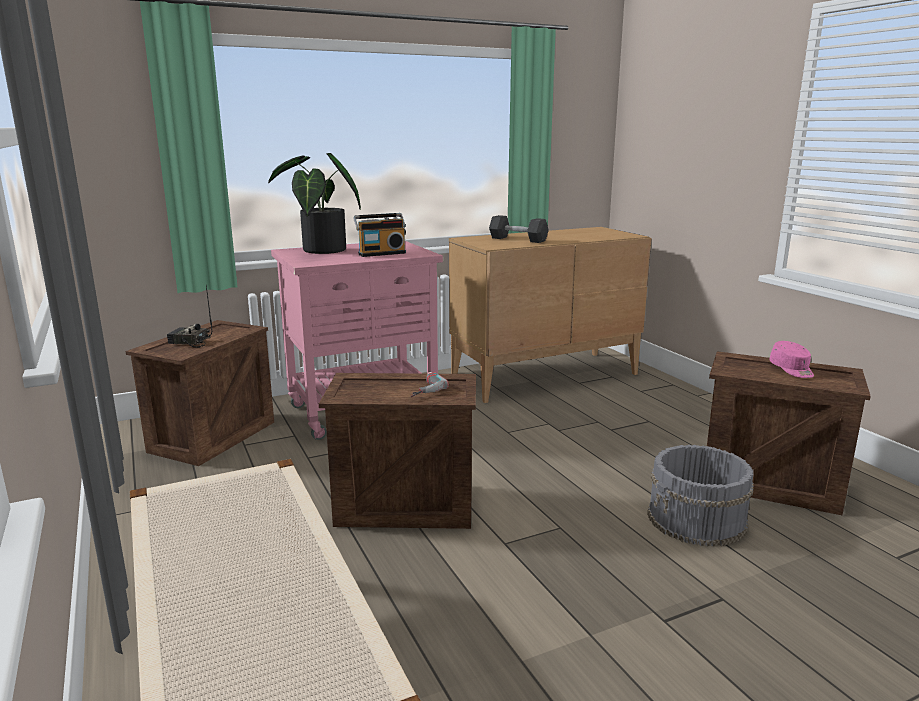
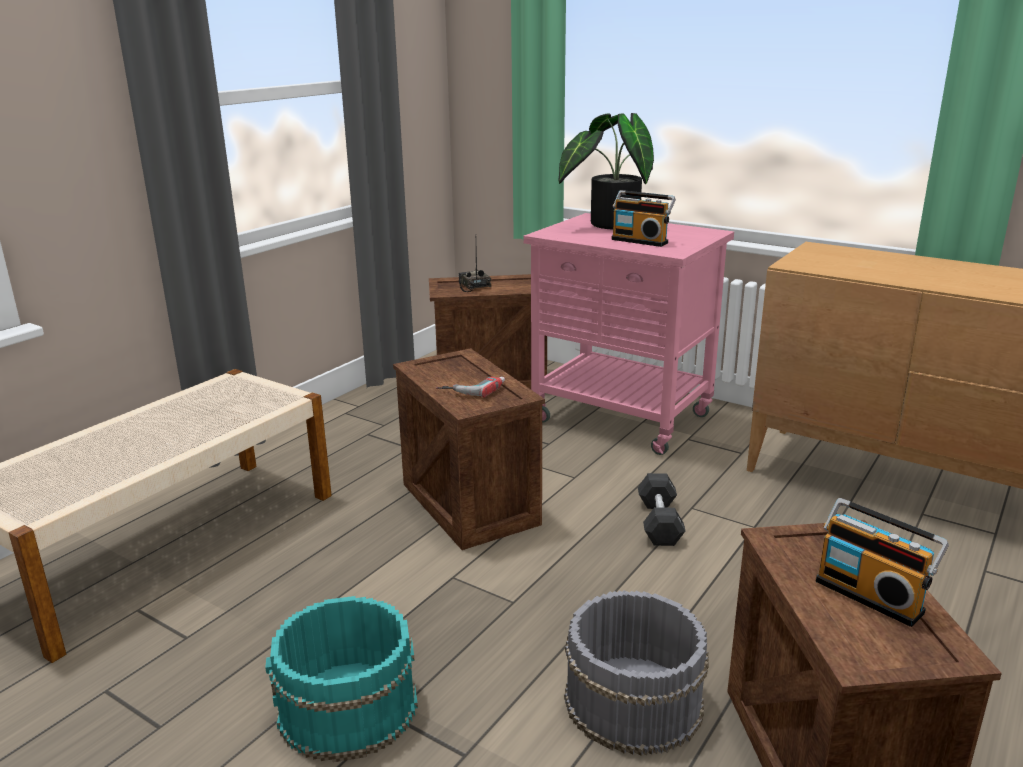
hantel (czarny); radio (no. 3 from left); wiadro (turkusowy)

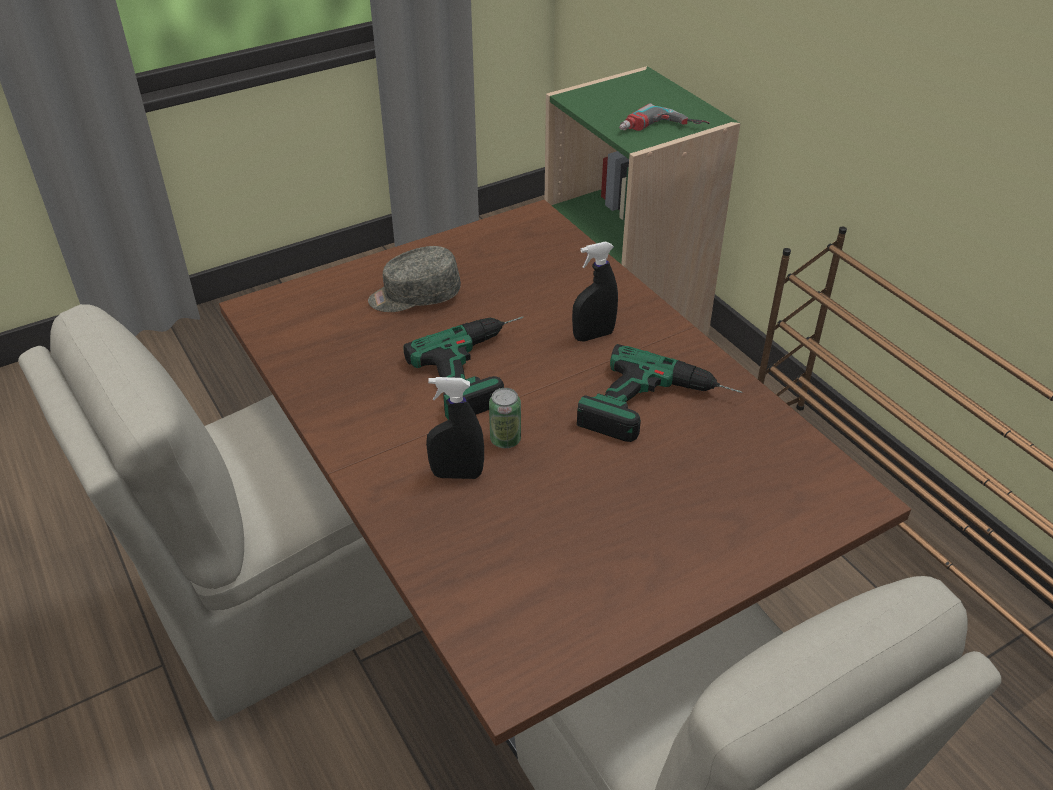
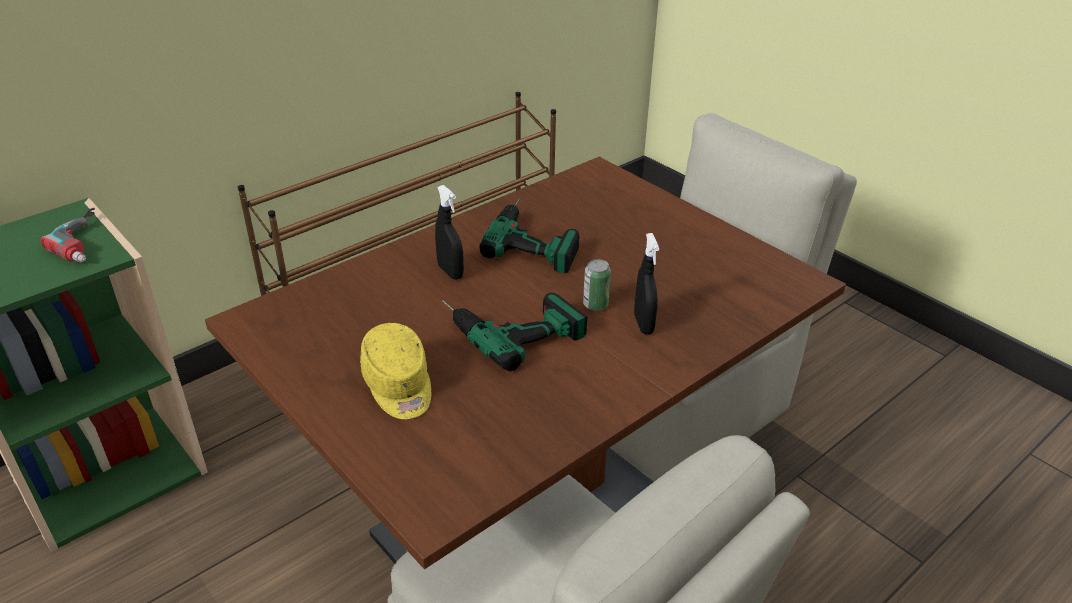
czapka z daszkiem (żółty)

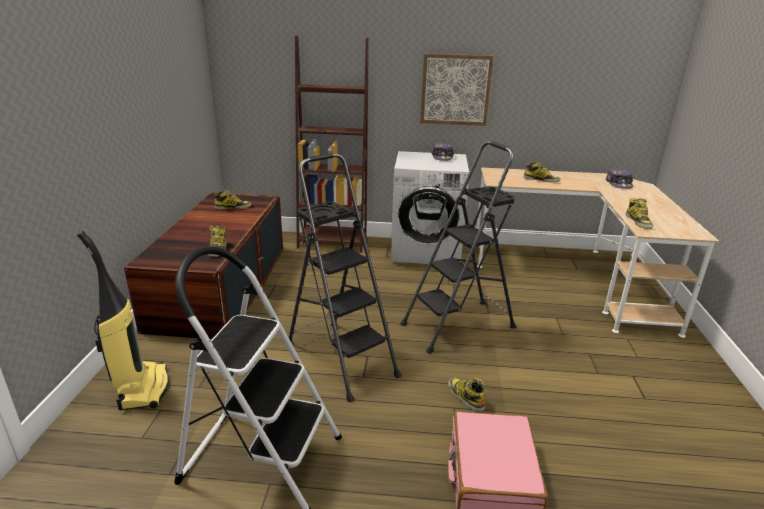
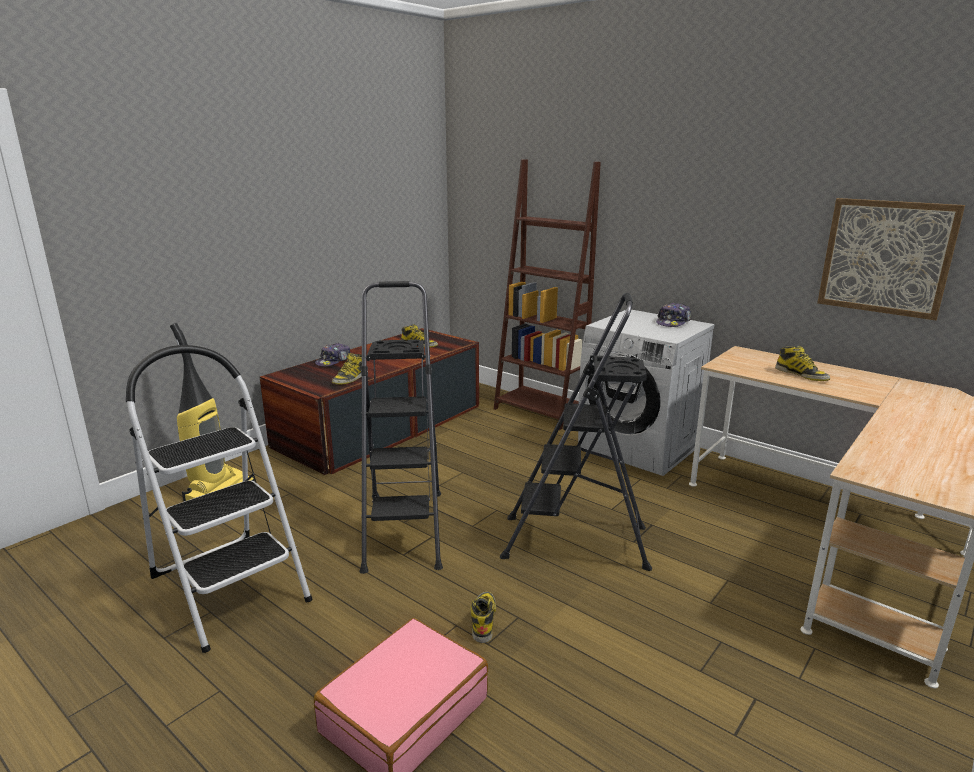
obraz; czapka z daszkiem (no. 1 from left); but z cholewką (no. 5 from left in the first image)

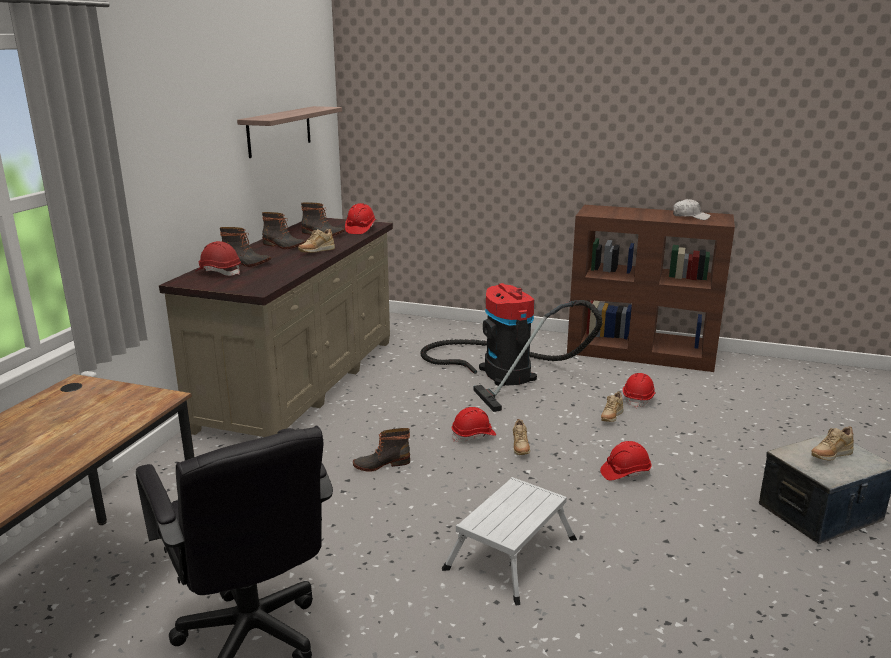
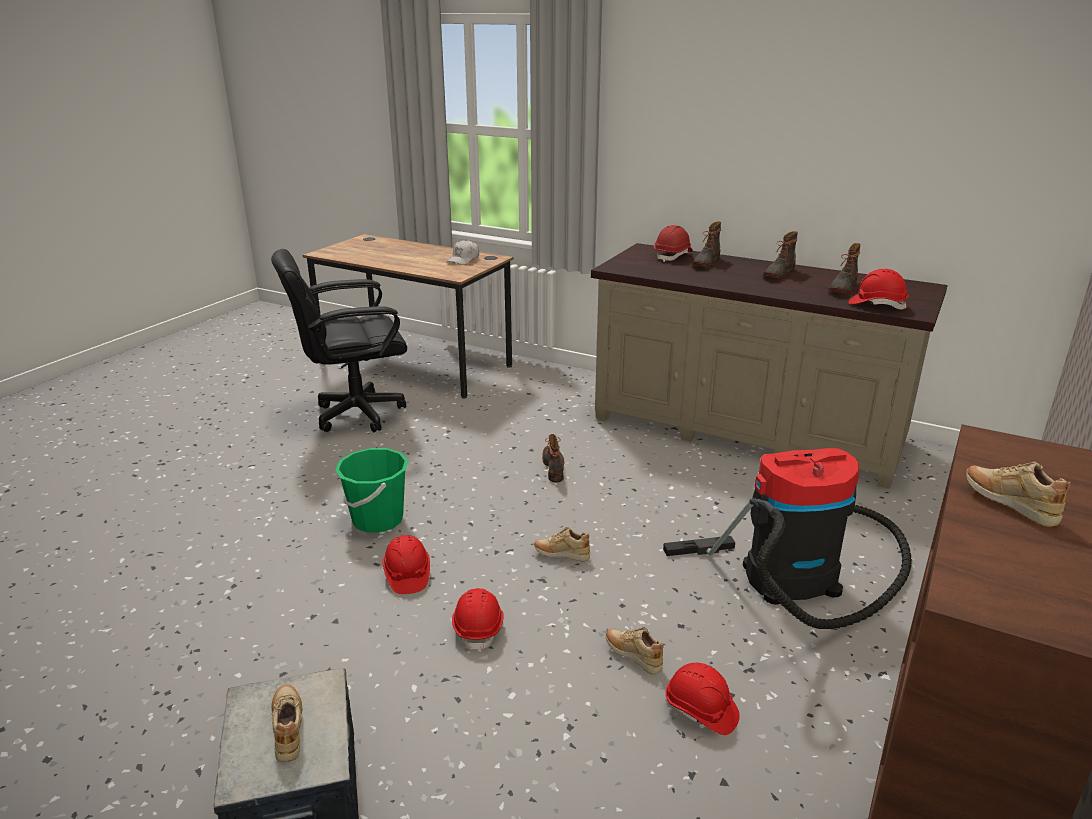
półka; but (beżowy) (no. 4 from left); wiadro (zielony); kask (czerwony) (no. 1 from left); czapka z daszkiem (biały)

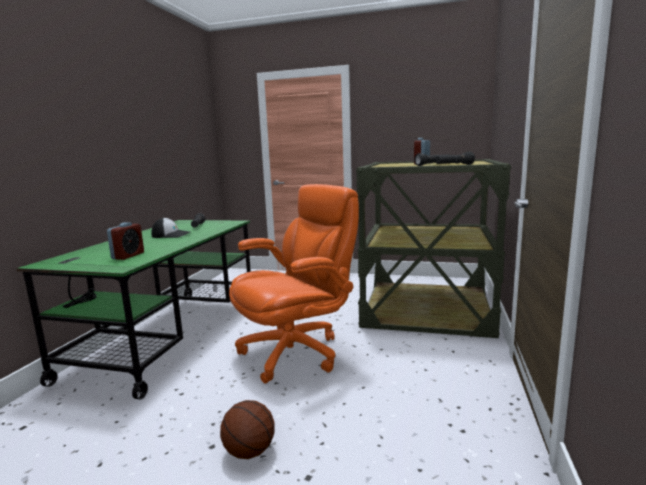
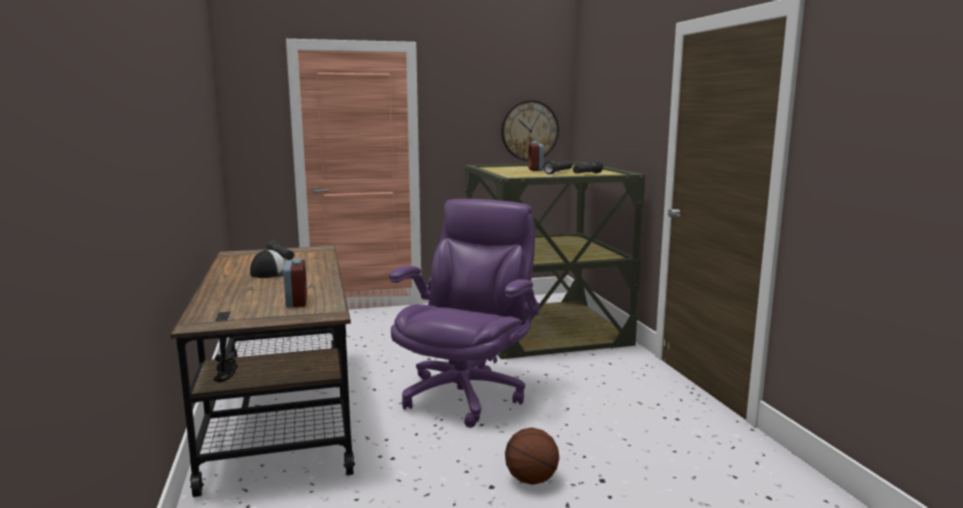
biurko (brązowy); krzesło biurowe (fioletowy); zegar ścienny

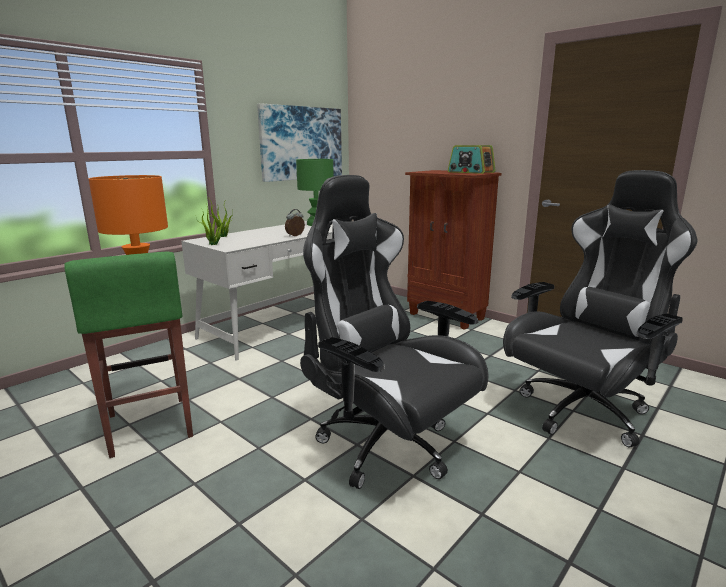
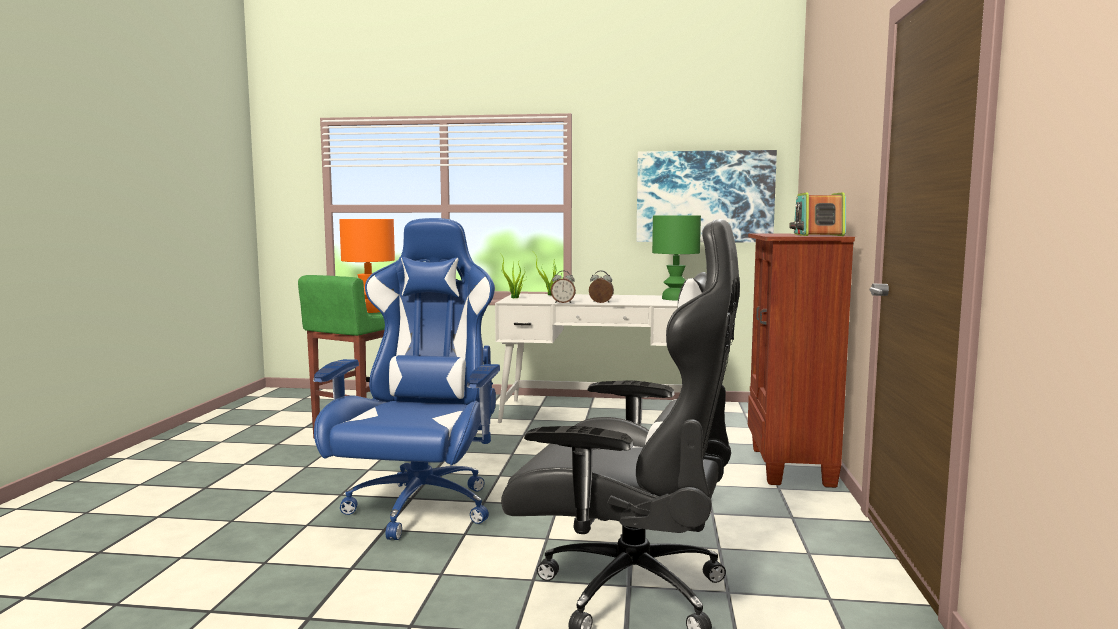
krzesło biurowe (niebieski); budzik (no. 1 from left)

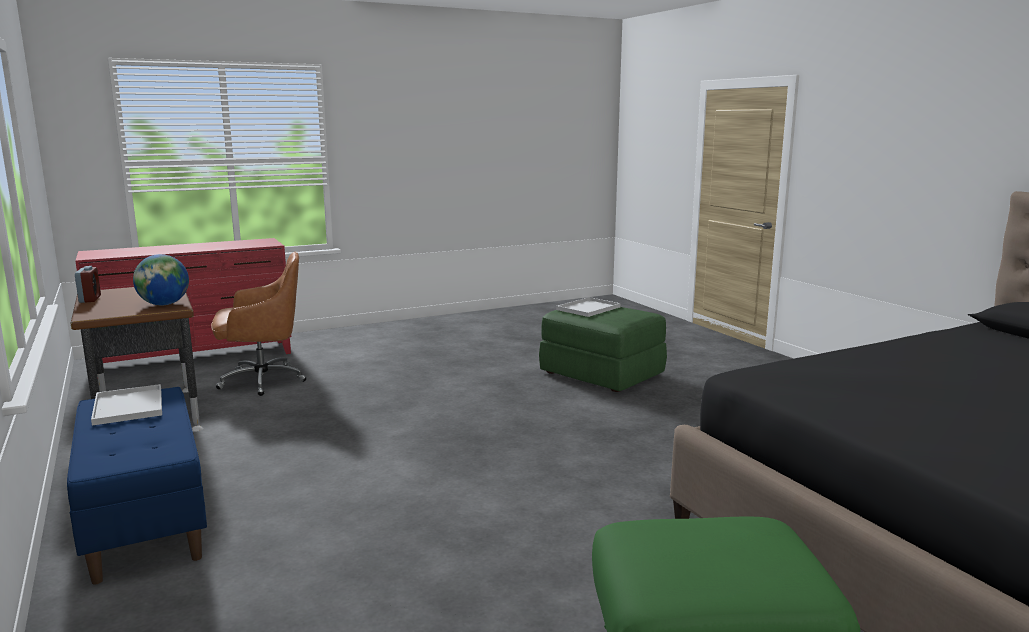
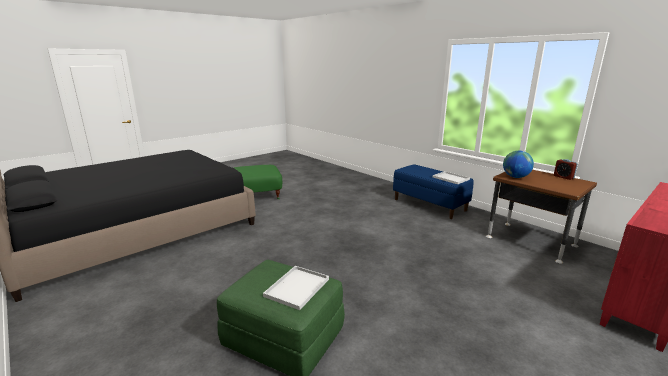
krzesło biurowe (brązowy)

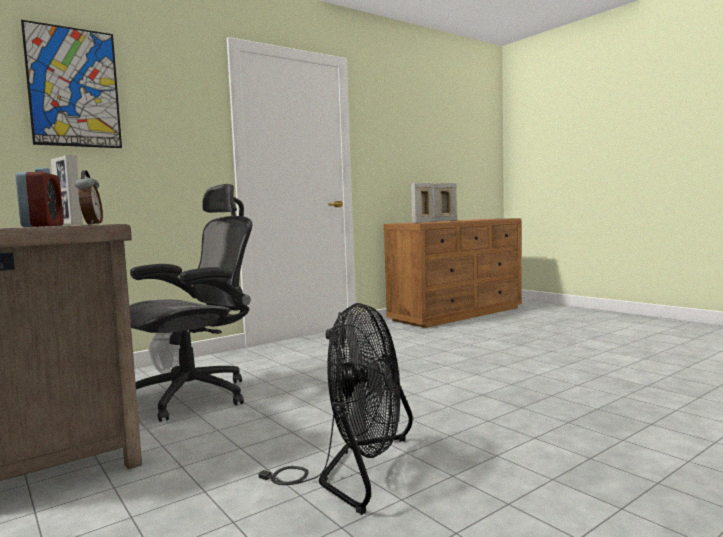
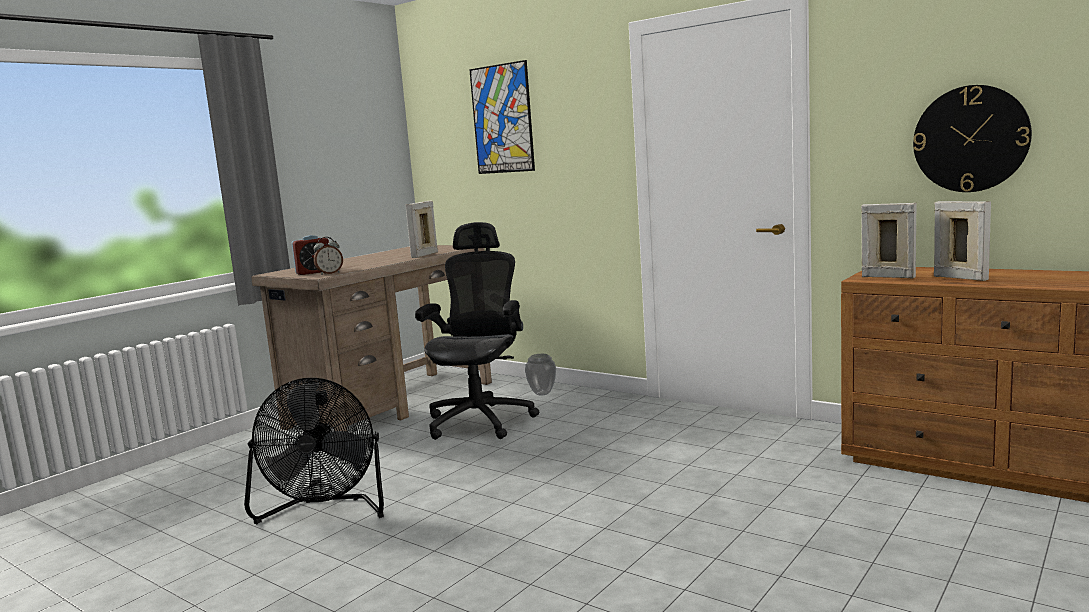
krzesło biurowe; zegar ścienny

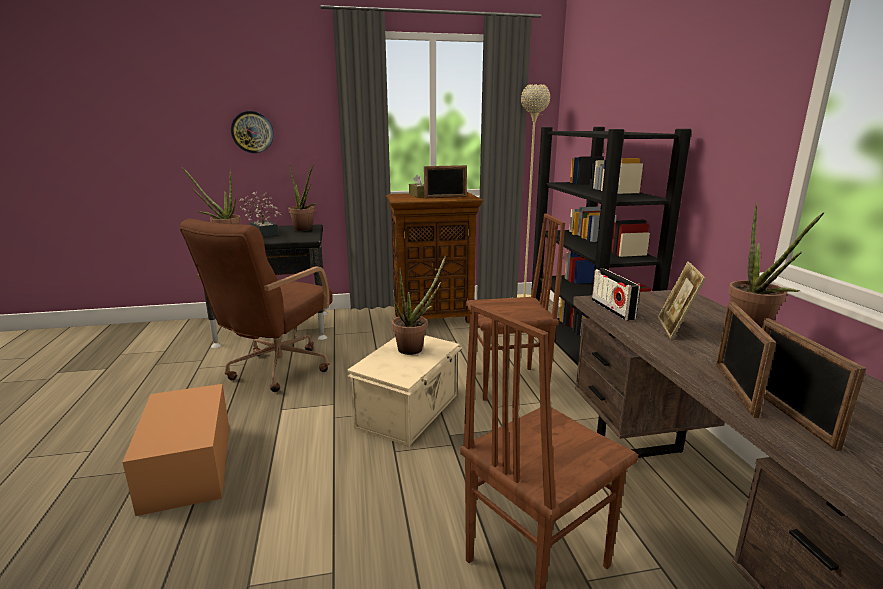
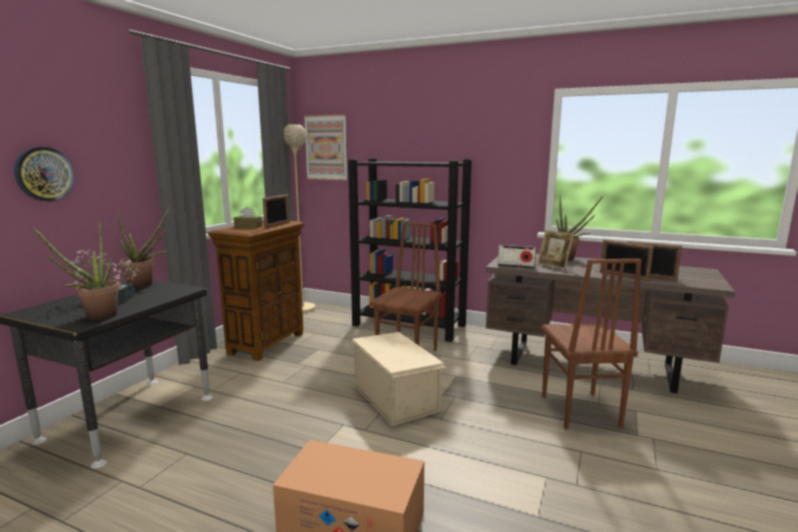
krzesło biurowe (brązowy); roślina doniczkowa (no. 4 from left in the first image); obraz

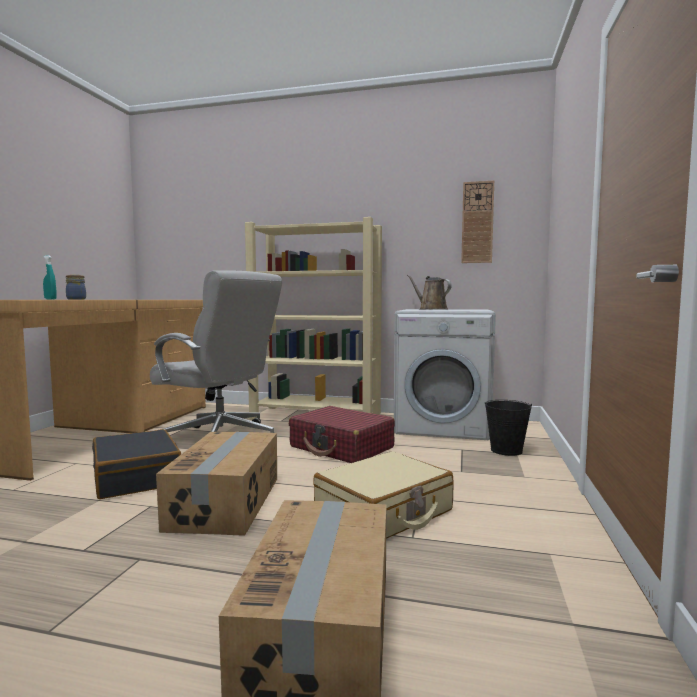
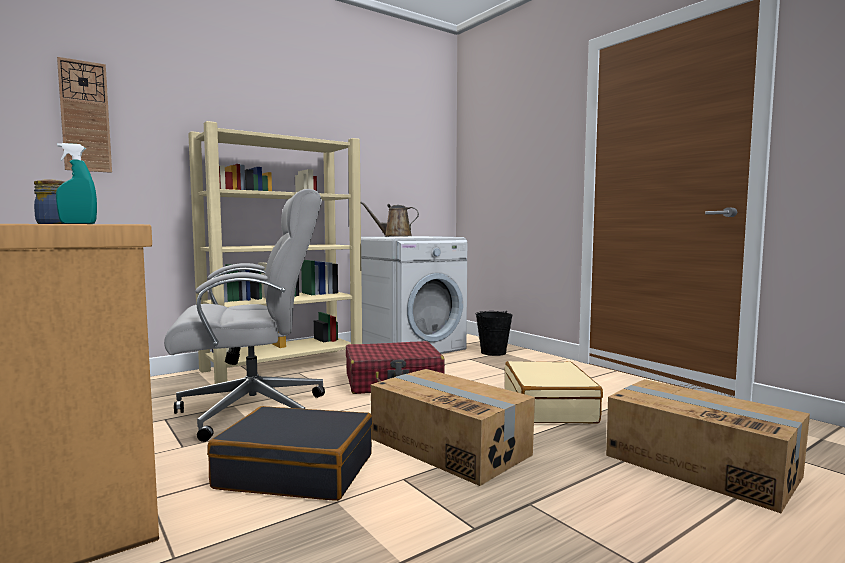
zegar ścienny

